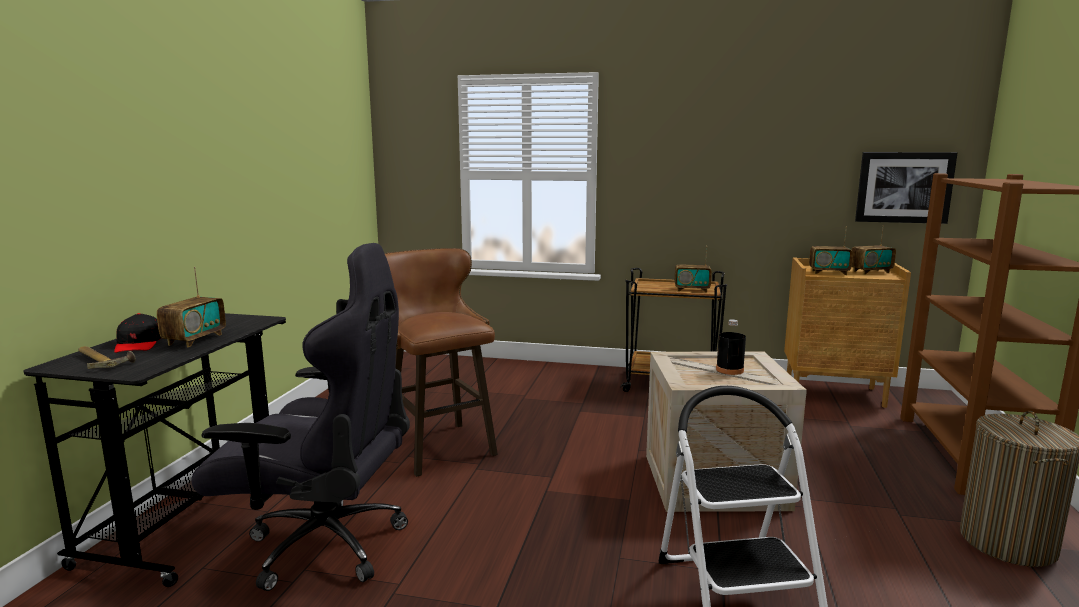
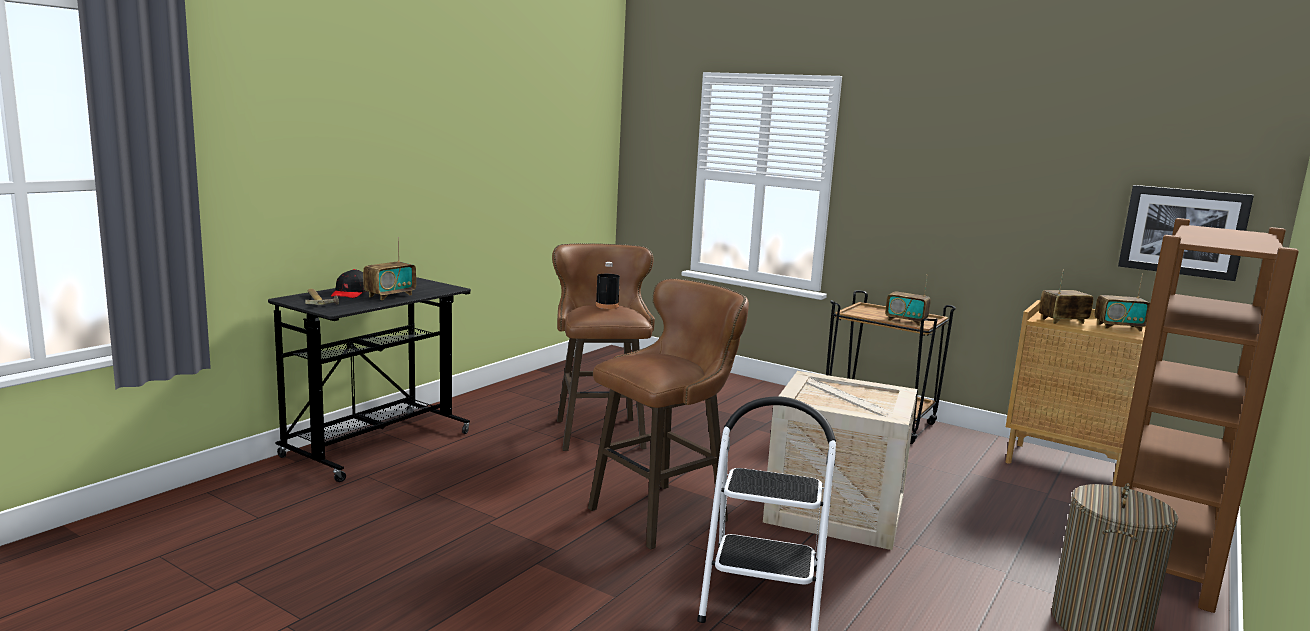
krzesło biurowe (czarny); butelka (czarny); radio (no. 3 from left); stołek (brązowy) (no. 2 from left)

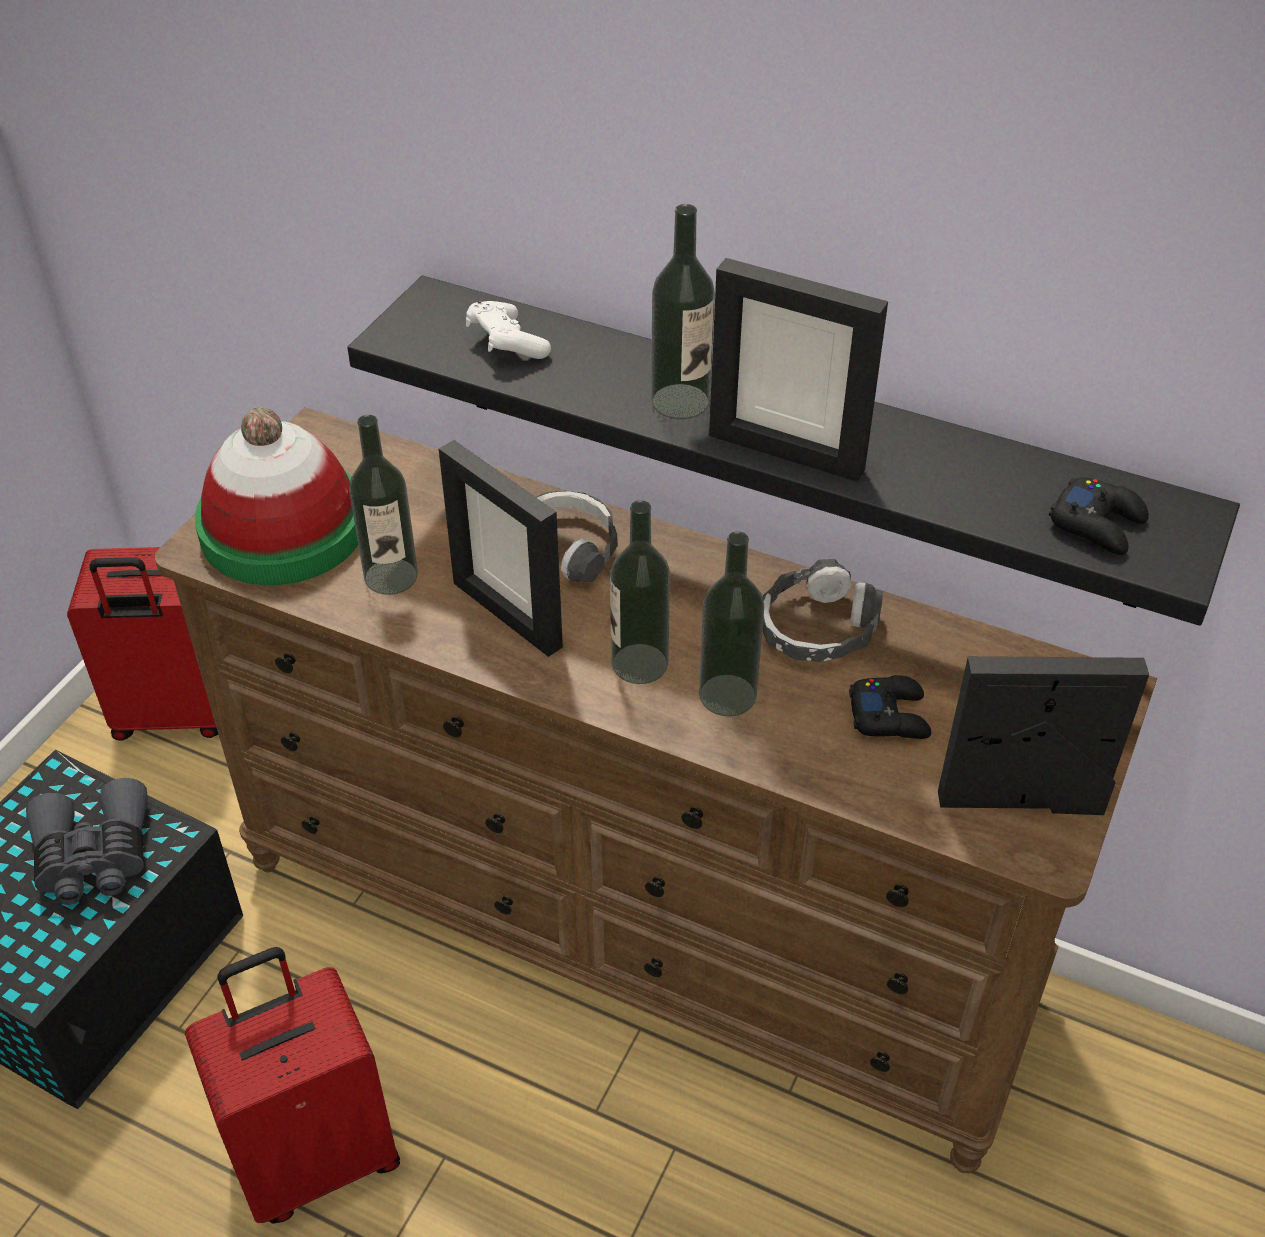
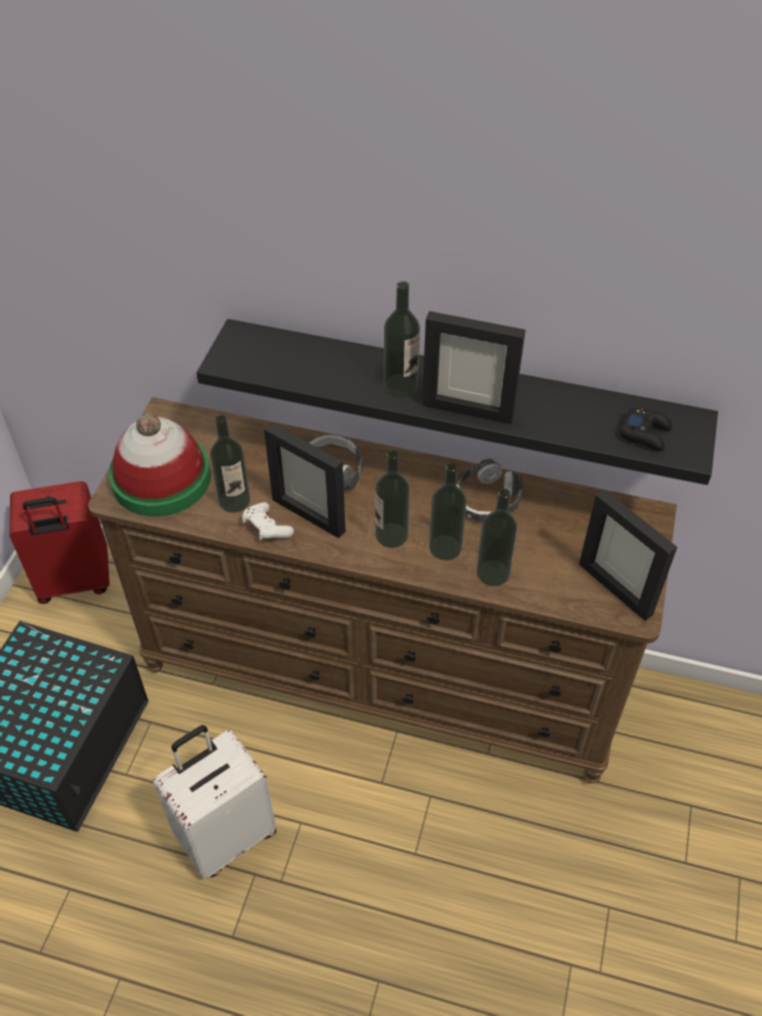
lornetka (szary); walizka (biały); pad do gier (biały); pad do gier (czarny) (no. 1 from left in the first image); ramka na zdjęcie (no. 3 from left); butelka (no. 5 from left)

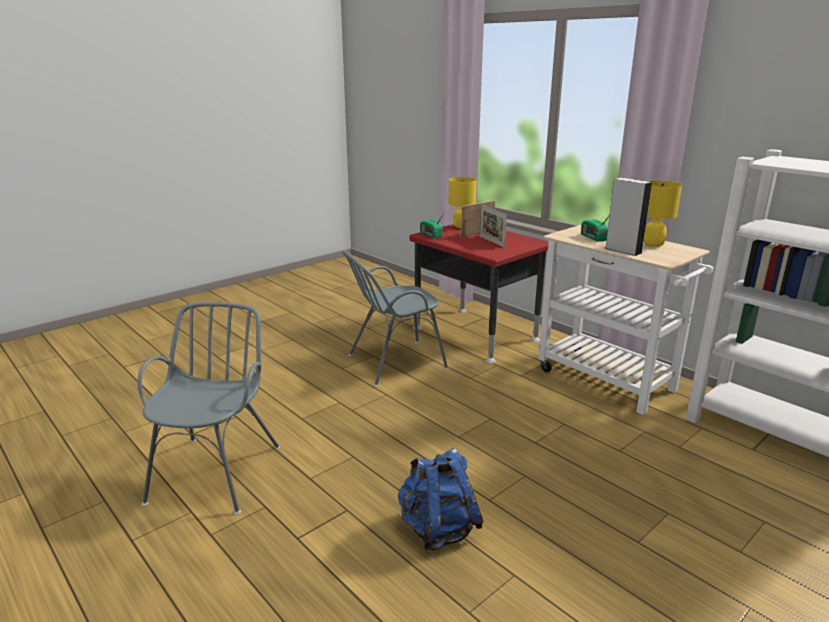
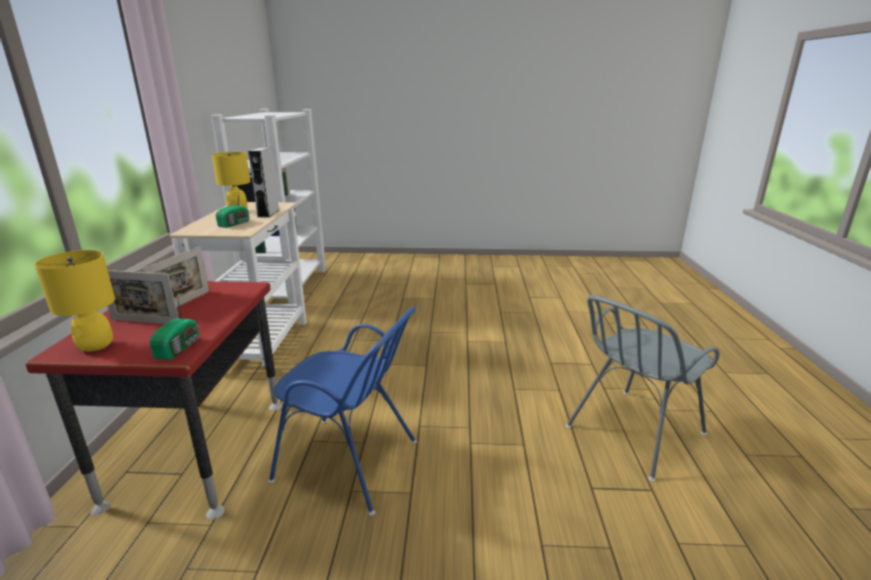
krzesło (niebieski); plecak (niebieski)

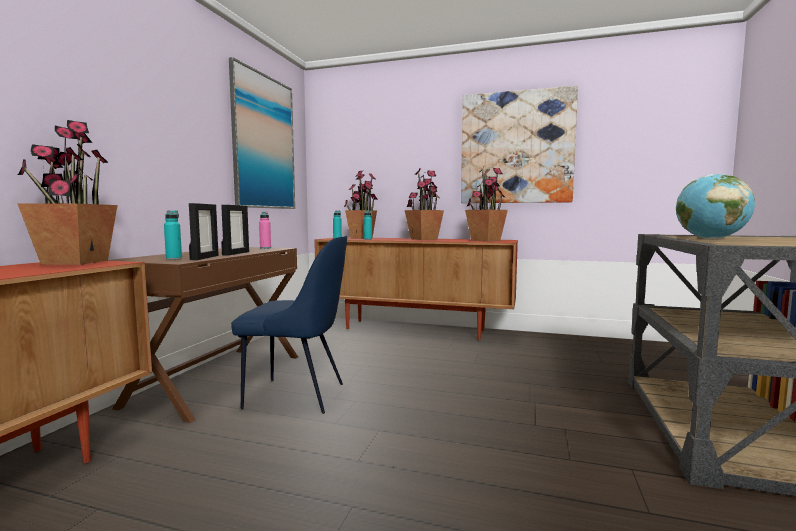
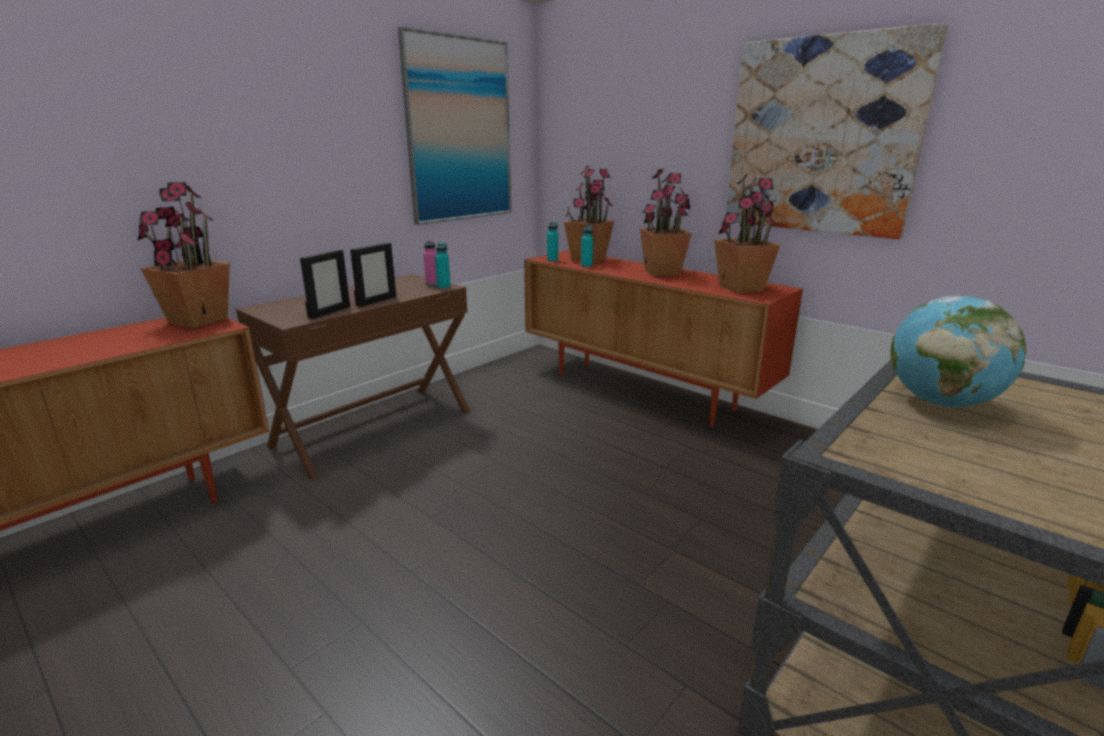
butelka (turkusowy) (no. 1 from left); krzesło (niebieski)

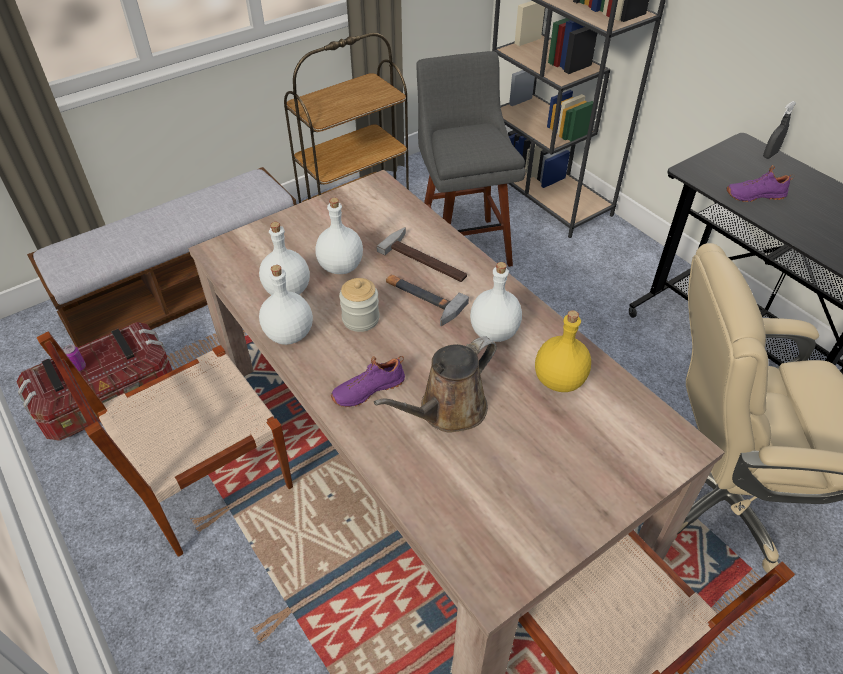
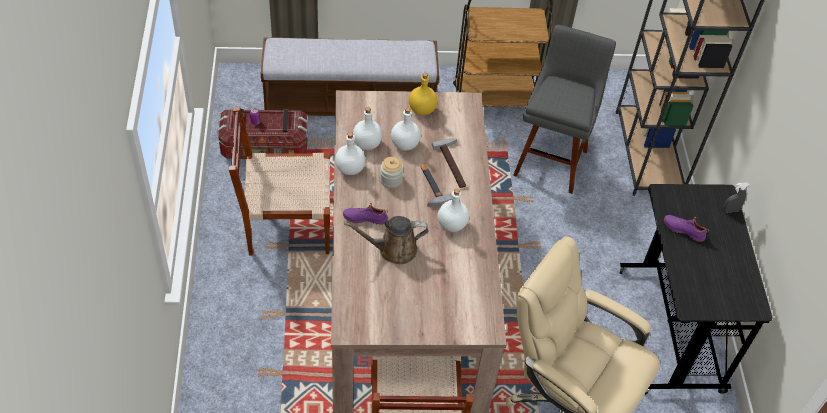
butelka (żółty)

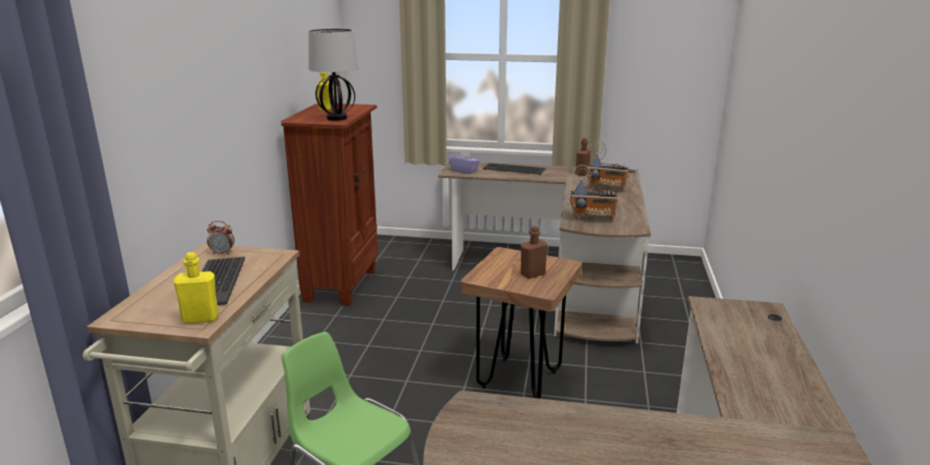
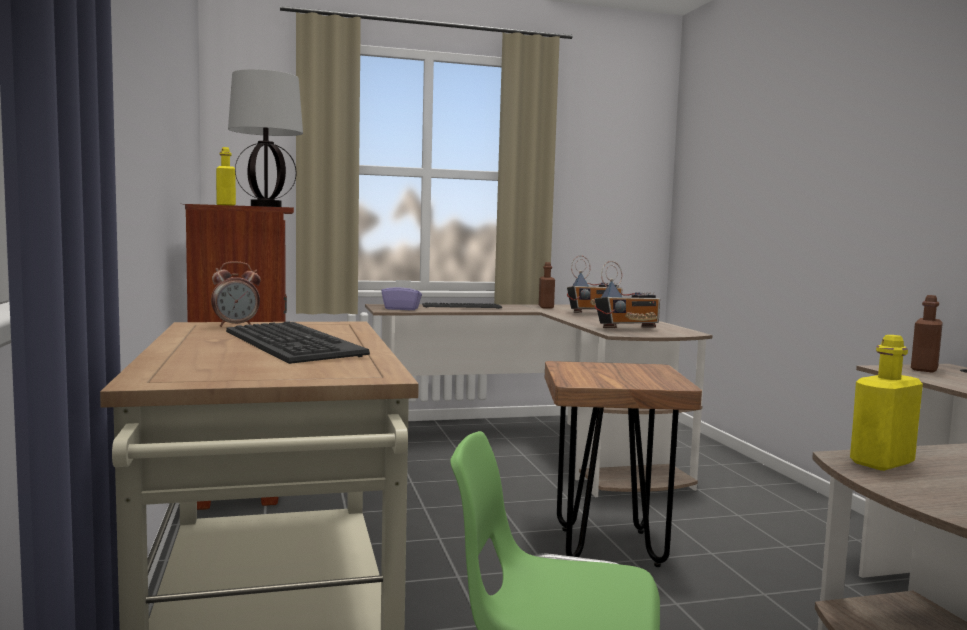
butelka (żółty) (no. 2 from left); butelka (brązowy) (no. 2 from left)

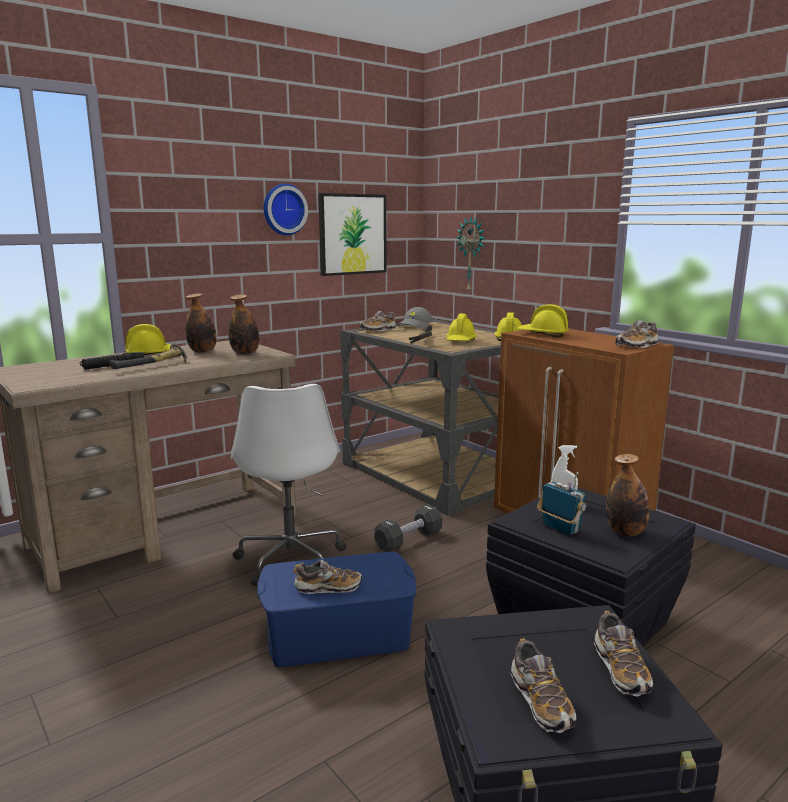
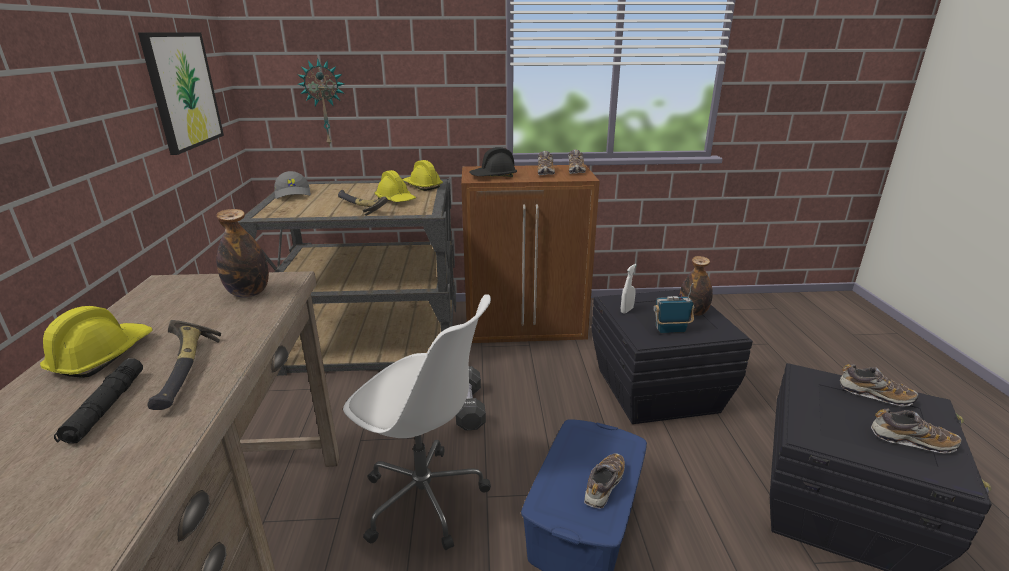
butelka (no. 1 from left in the first image); zegar ścienny (no. 1 from left in the first image); but (no. 1 from left); kask (czarny)

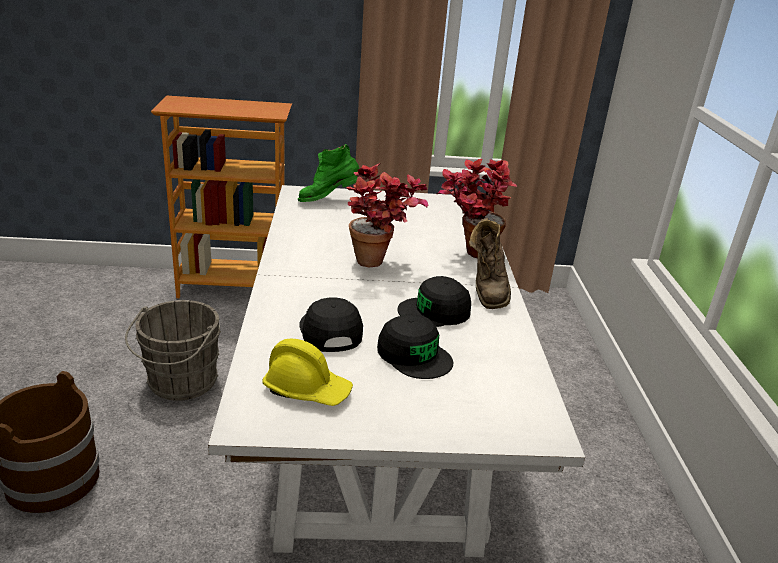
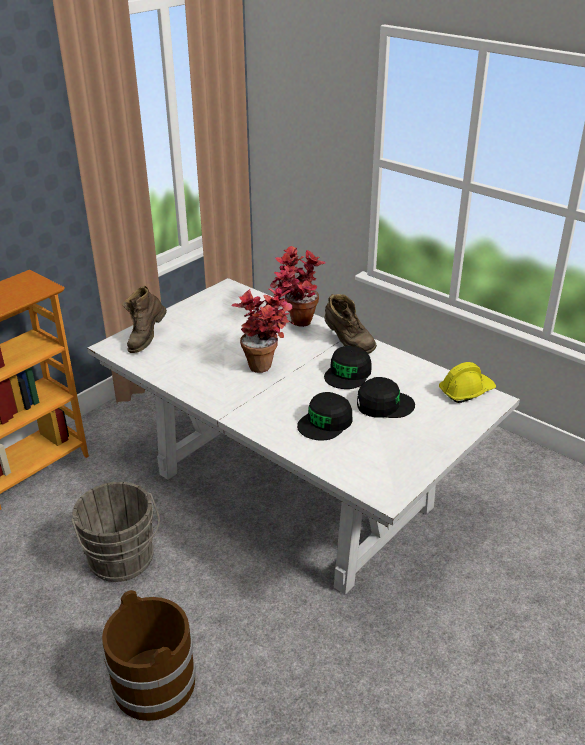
kask (żółty); but z cholewką (brązowy) (no. 1 from left); czapka z daszkiem (czarny) (no. 1 from left)

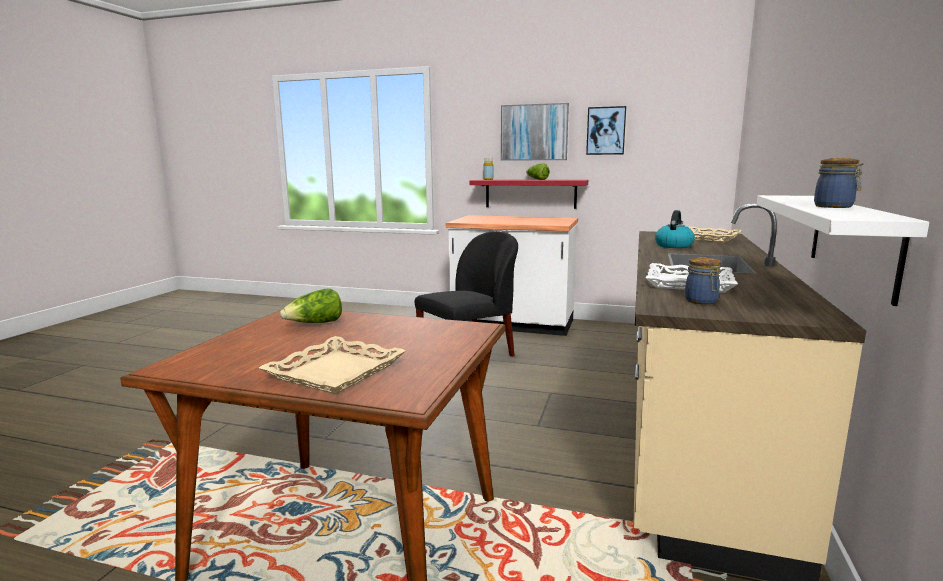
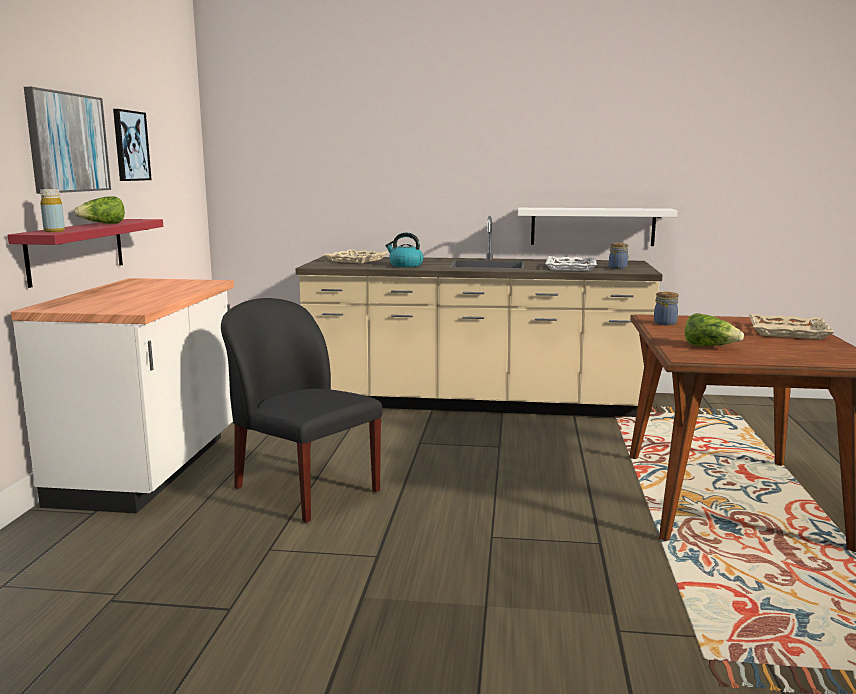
słoik (no. 2 from left)

